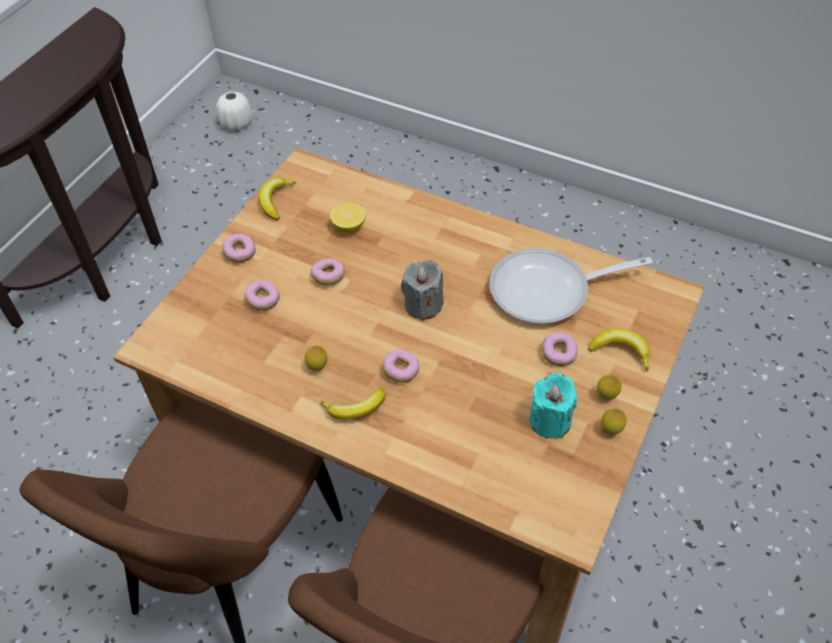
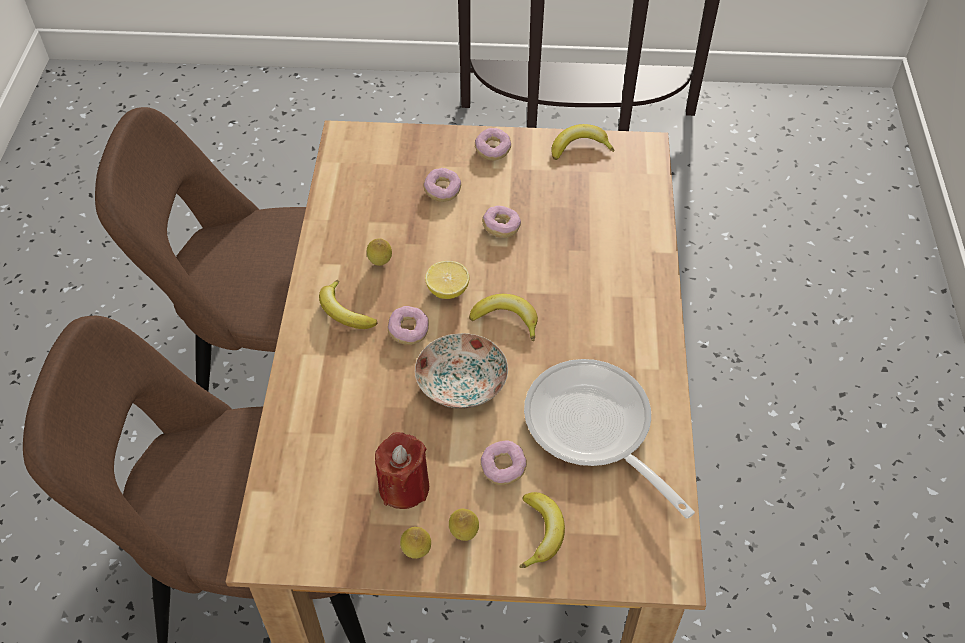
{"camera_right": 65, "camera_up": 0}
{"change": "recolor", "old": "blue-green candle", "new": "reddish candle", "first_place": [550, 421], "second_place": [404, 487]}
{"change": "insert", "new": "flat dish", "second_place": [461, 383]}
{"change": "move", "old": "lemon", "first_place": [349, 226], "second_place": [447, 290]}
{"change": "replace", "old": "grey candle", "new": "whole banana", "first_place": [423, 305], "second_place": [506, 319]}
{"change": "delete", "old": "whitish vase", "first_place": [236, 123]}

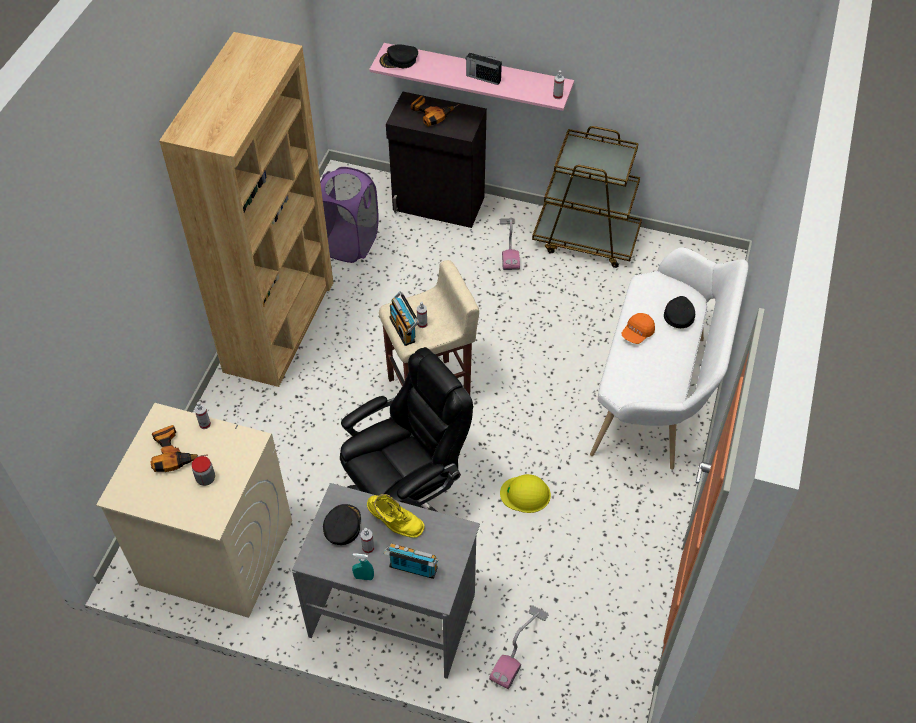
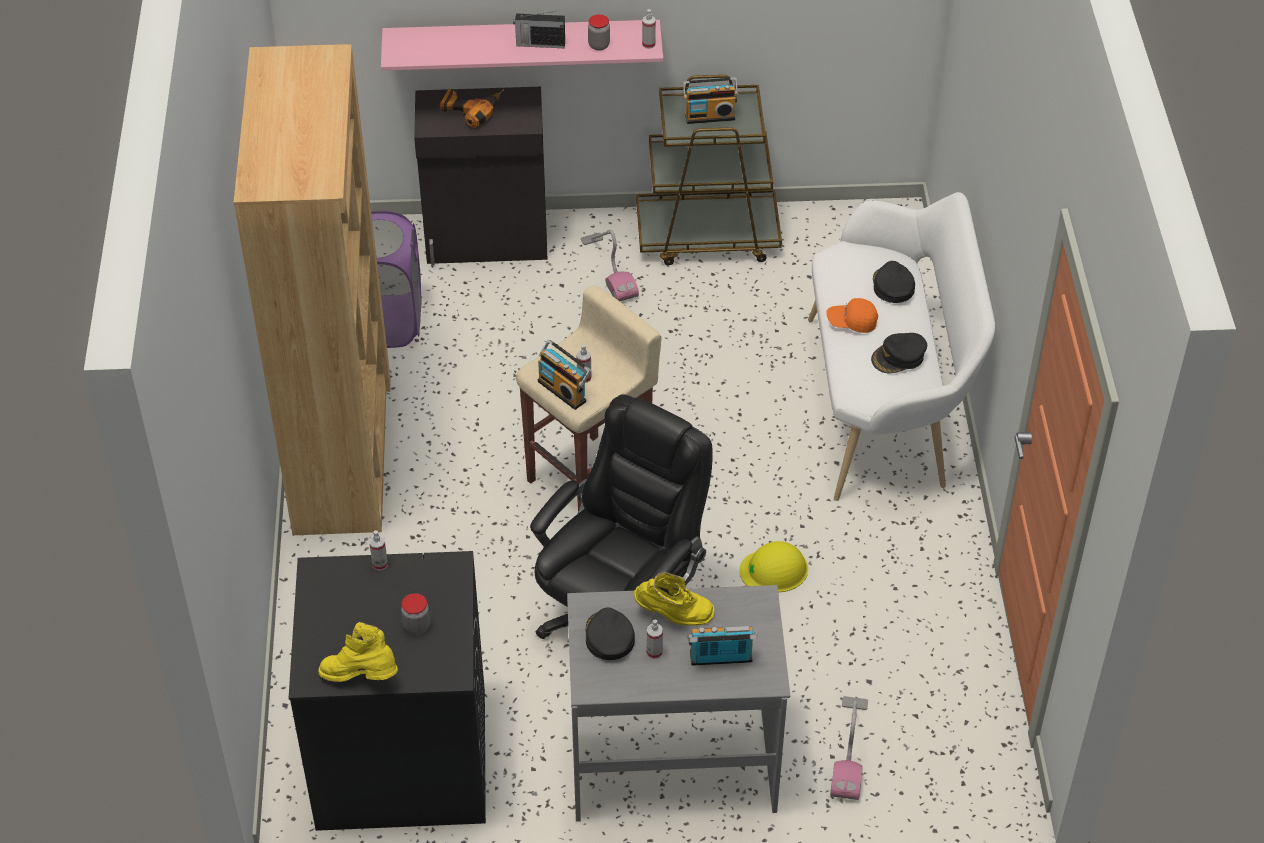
{"camera_right": -20, "camera_up": -5}
{"change": "recolor", "old": "beige-coloured washing machine", "new": "black washing machine", "first_place": [215, 553], "second_place": [400, 760]}
{"change": "insert", "new": "yellow boot", "second_place": [361, 677]}
{"change": "insert", "new": "jar", "second_place": [599, 45]}
{"change": "insert", "new": "radio receiver", "second_place": [709, 116]}
{"change": "rotate", "old": "orange baseball cap", "first_place": [637, 333], "second_place": [852, 322], "degrees": 75}
{"change": "move", "old": "black baseball cap", "first_place": [399, 60], "second_place": [899, 357]}
{"change": "delete", "old": "electric drill", "first_place": [175, 451]}
{"change": "delete", "old": "blue-green hand sprayer", "first_place": [364, 577]}

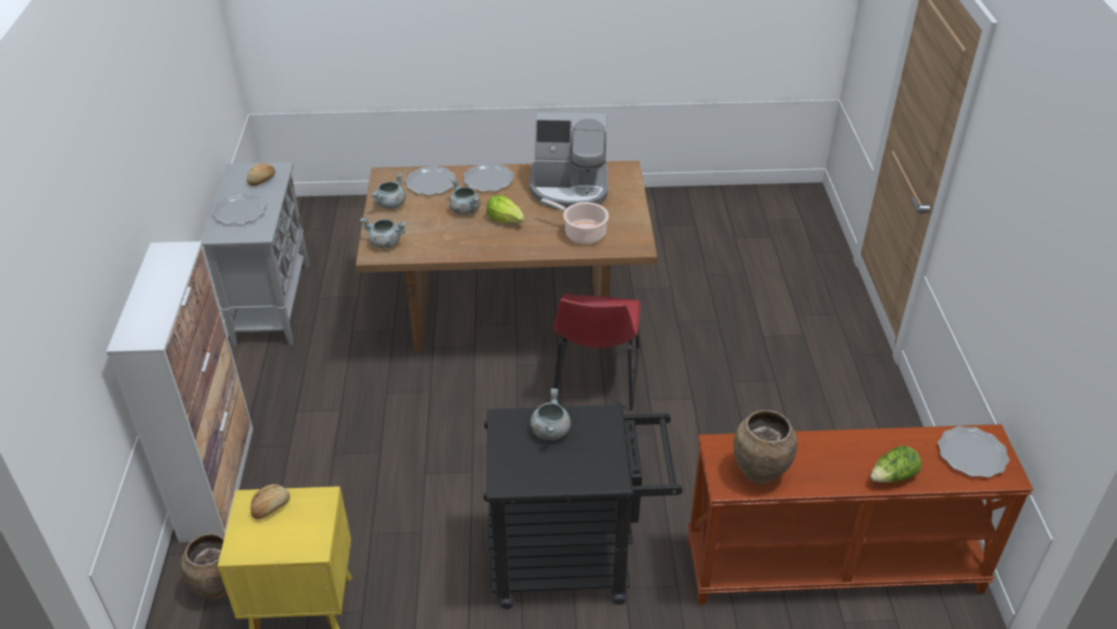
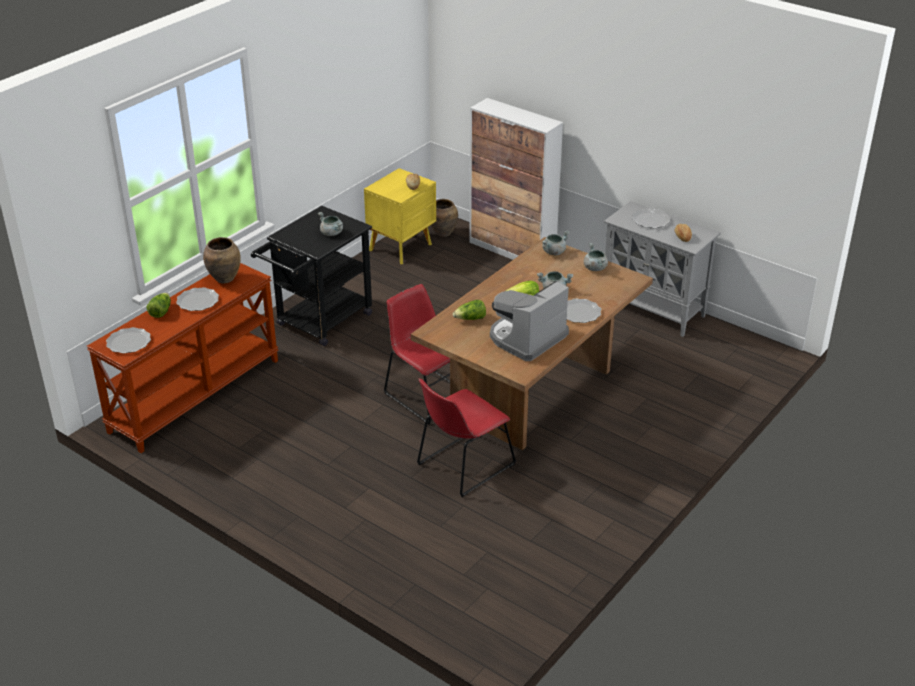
{"camera_right": 130, "camera_up": -5}
{"change": "move", "old": "flat dish", "first_place": [431, 183], "second_place": [197, 301]}
{"change": "insert", "new": "reddish plain chair", "second_place": [462, 466]}
{"change": "replace", "old": "saucepot", "new": "lettuce head", "first_place": [582, 233], "second_place": [470, 319]}

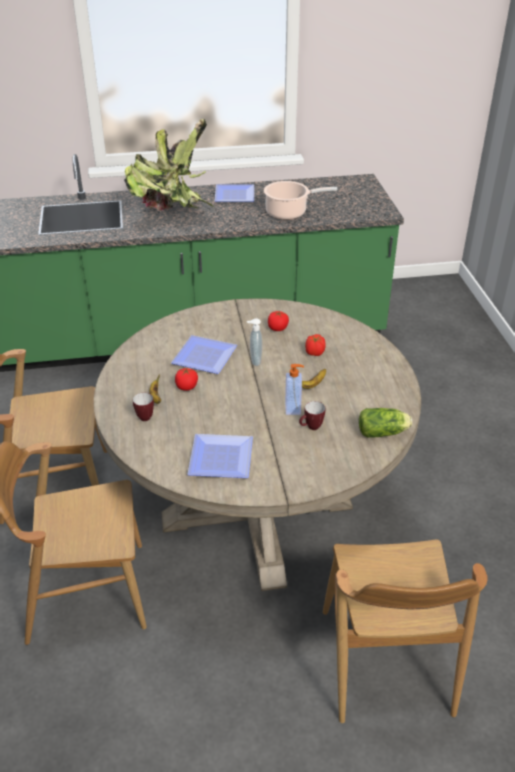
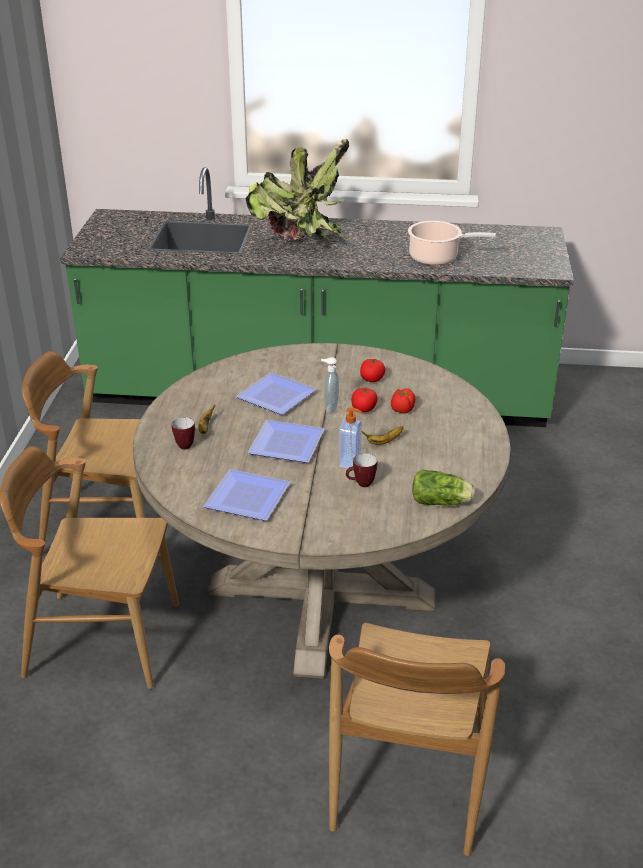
{"camera_right": 15, "camera_up": -5}
{"change": "move", "old": "flat dish", "first_place": [233, 196], "second_place": [283, 445]}
{"change": "move", "old": "fresh tomato", "first_place": [186, 386], "second_place": [363, 409]}

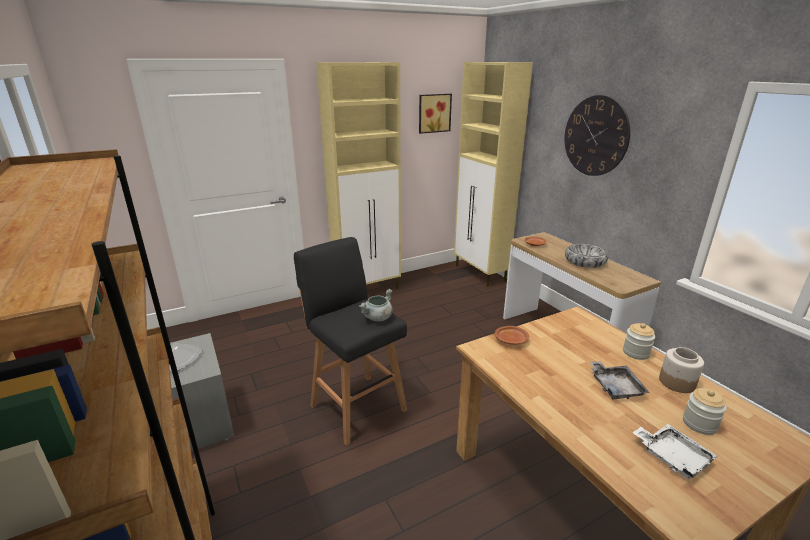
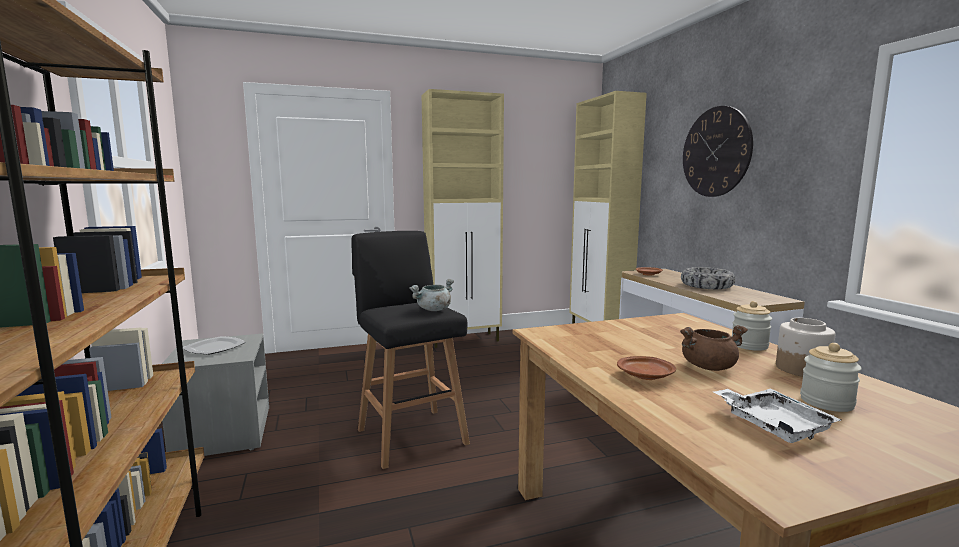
{"camera_right": 10, "camera_up": -15}
{"change": "move", "old": "brownish flat dish", "first_place": [511, 340], "second_place": [646, 376]}
{"change": "replace", "old": "grey carrying tray", "new": "brownish saucepot", "first_place": [615, 386], "second_place": [708, 367]}
{"change": "delete", "old": "wall art", "first_place": [434, 113]}

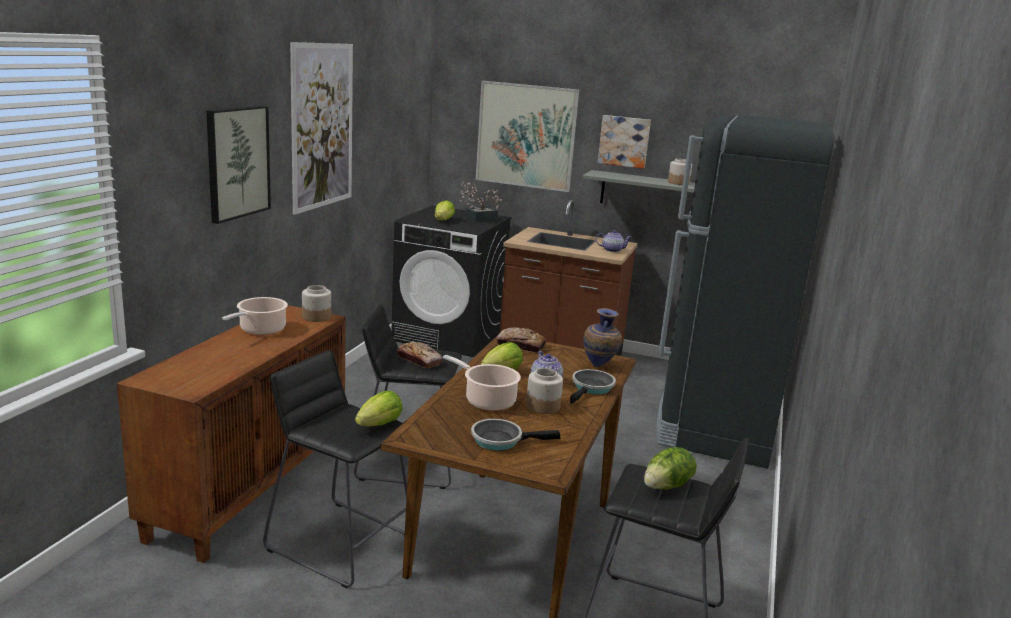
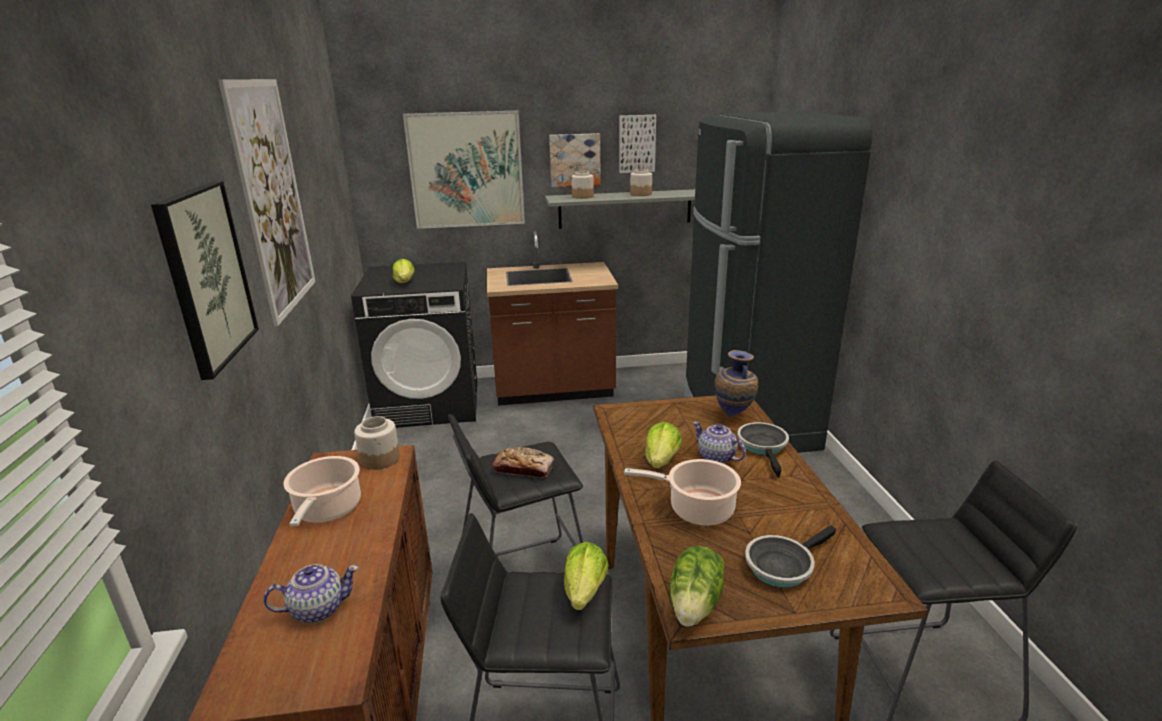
{"camera_right": -25, "camera_up": 5}
{"change": "move", "old": "teapot", "first_place": [612, 250], "second_place": [317, 609]}
{"change": "move", "old": "jar", "first_place": [543, 406], "second_place": [582, 196]}
{"change": "insert", "new": "wall art", "second_place": [636, 143]}
{"change": "move", "old": "lettuce head", "first_place": [668, 486], "second_place": [696, 604]}
{"change": "delete", "old": "houseplant", "first_place": [478, 219]}
{"change": "delete", "old": "bakery bread", "first_place": [520, 345]}

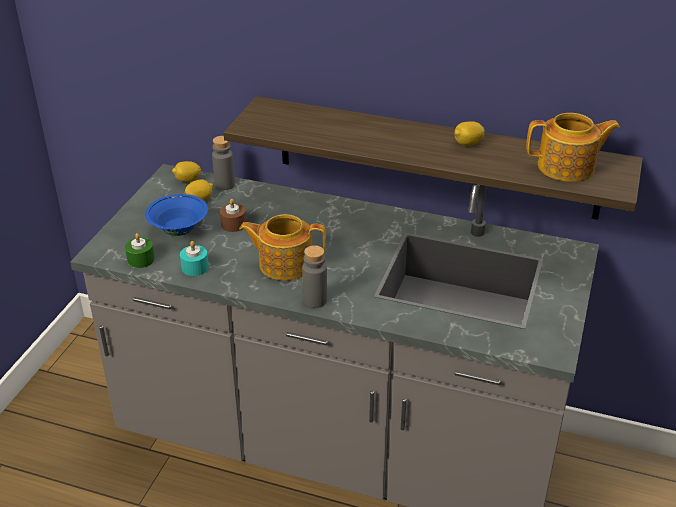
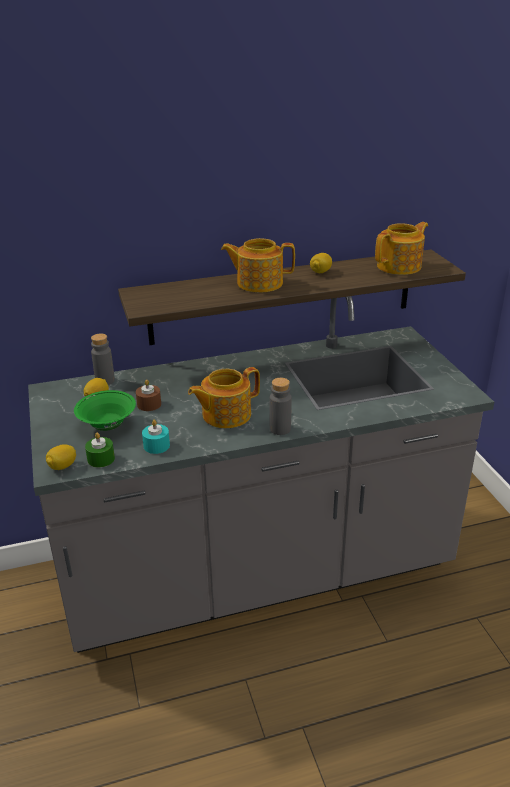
{"camera_right": -35, "camera_up": -5}
{"change": "move", "old": "lemon", "first_place": [187, 180], "second_place": [62, 466]}
{"change": "recolor", "old": "blue serving bowl", "new": "greenish serving bowl", "first_place": [179, 230], "second_place": [108, 426]}
{"change": "insert", "new": "teapot", "second_place": [258, 283]}

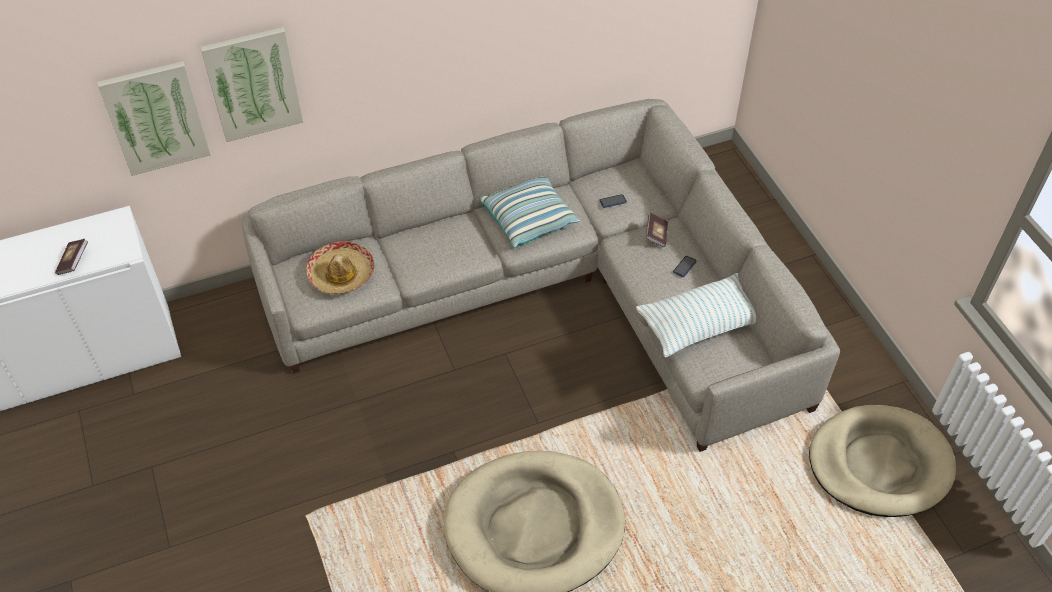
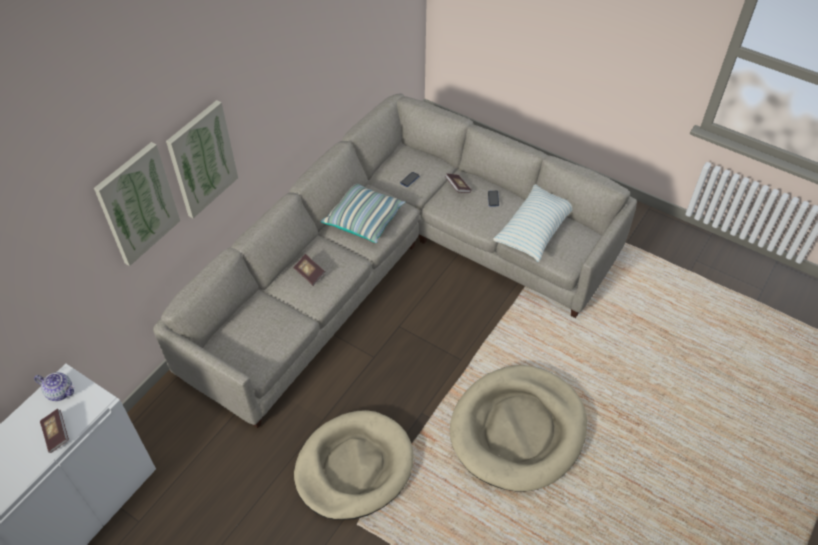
{"camera_right": -35, "camera_up": 0}
{"change": "insert", "new": "teapot", "second_place": [60, 391]}
{"change": "move", "old": "wall art", "first_place": [155, 117], "second_place": [202, 159]}
{"change": "insert", "new": "bound book", "second_place": [309, 274]}
{"change": "move", "old": "beige-coloured pet bed", "first_place": [879, 464], "second_place": [354, 467]}
{"change": "delete", "old": "clothing hat", "first_place": [341, 274]}

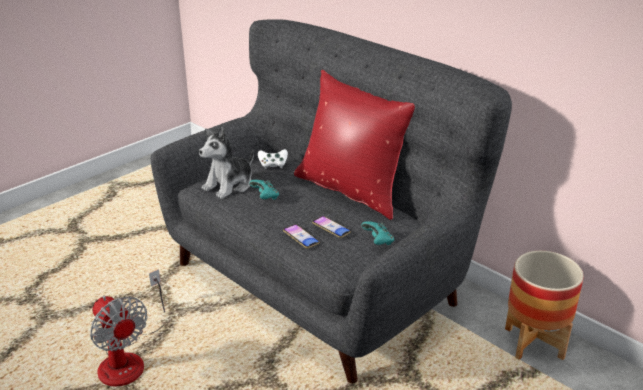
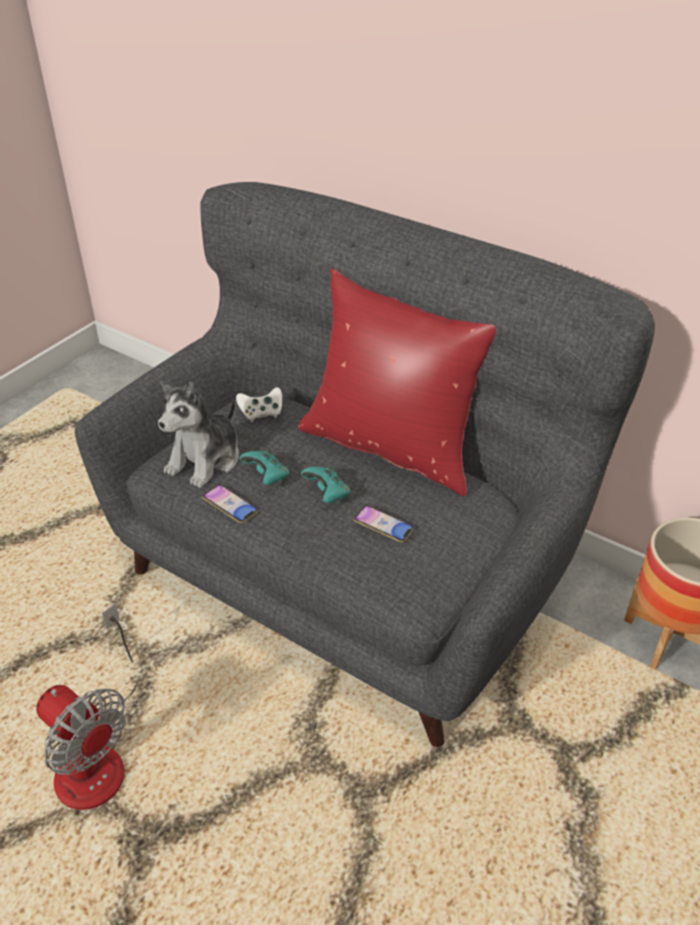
{"camera_right": -10, "camera_up": 10}
{"change": "move", "old": "telephone", "first_place": [301, 238], "second_place": [230, 506]}
{"change": "move", "old": "blue-green gamepad", "first_place": [378, 241], "second_place": [327, 494]}

